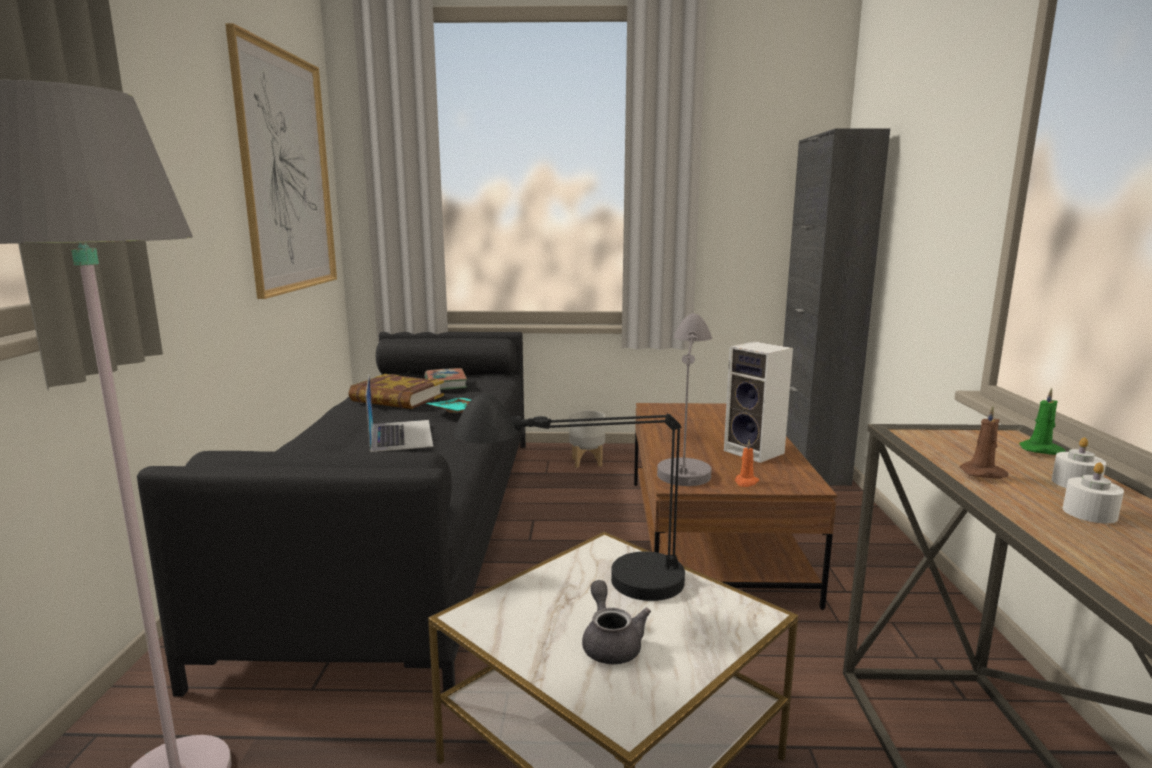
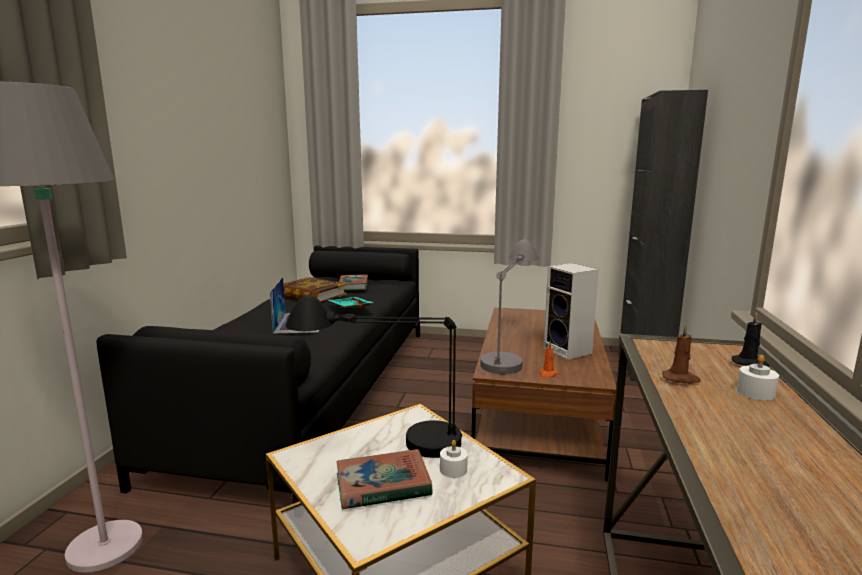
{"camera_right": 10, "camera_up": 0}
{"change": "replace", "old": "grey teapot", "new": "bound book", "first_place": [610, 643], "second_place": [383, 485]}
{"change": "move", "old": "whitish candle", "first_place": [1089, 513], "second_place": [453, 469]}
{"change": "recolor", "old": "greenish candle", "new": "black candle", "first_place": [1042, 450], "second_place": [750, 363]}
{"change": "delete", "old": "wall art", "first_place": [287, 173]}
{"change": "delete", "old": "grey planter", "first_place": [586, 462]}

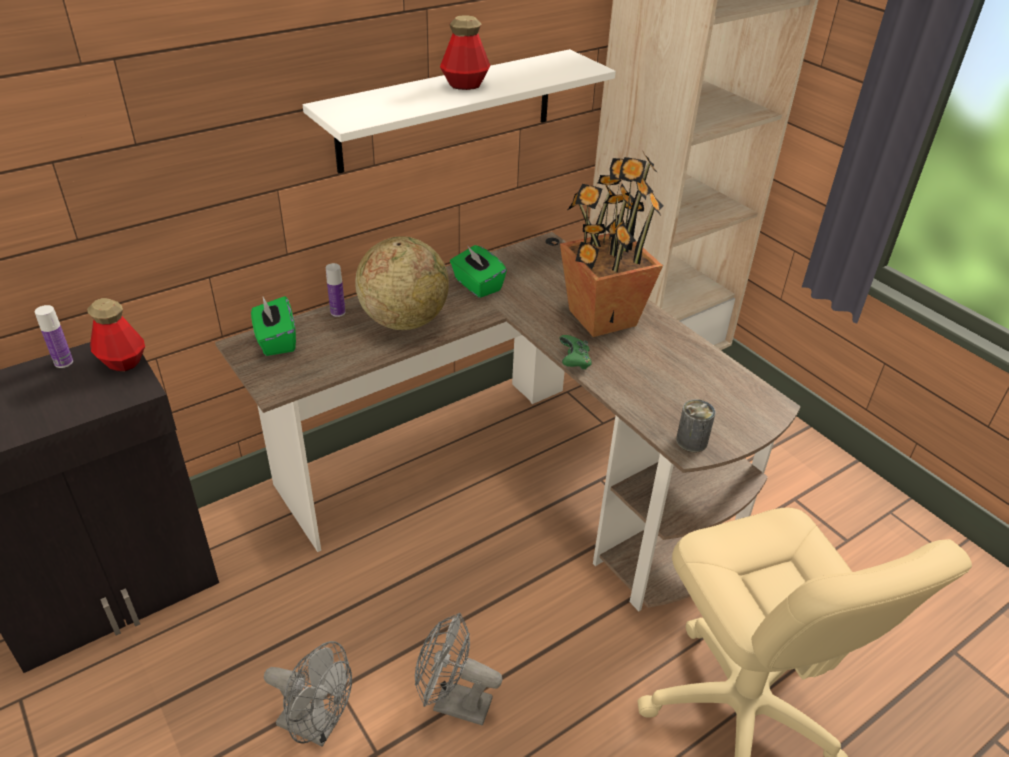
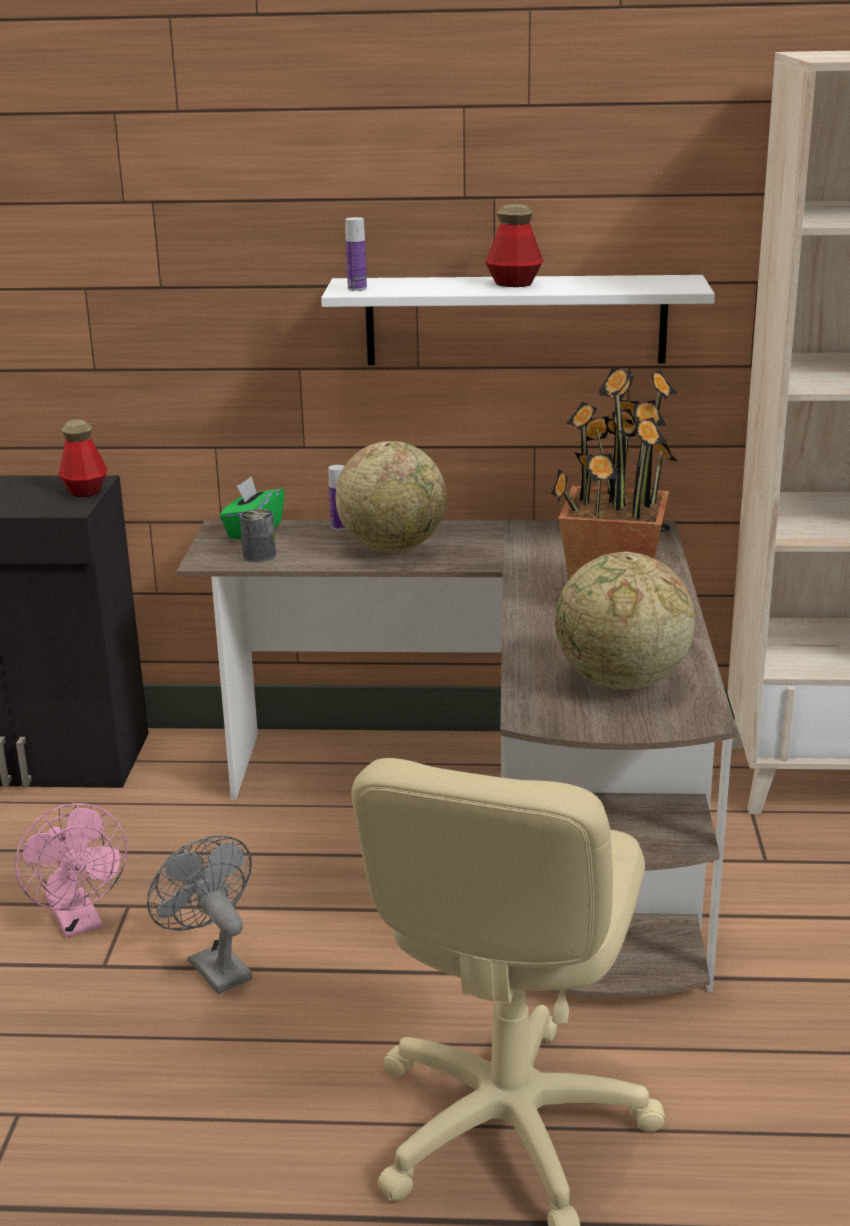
{"camera_right": 40, "camera_up": -15}
{"change": "recolor", "old": "grey cooling fan", "new": "pink-coloured cooling fan", "first_place": [317, 726], "second_place": [79, 922]}
{"change": "move", "old": "sealed can", "first_place": [691, 441], "second_place": [259, 556]}
{"change": "move", "old": "beverage bottle", "first_place": [63, 362], "second_place": [357, 289]}
{"change": "insert", "new": "desk globe", "second_place": [621, 682]}
{"change": "delete", "old": "greenish tissue holder", "first_place": [477, 285]}
{"change": "delete", "old": "greenish gamepad", "first_place": [574, 362]}

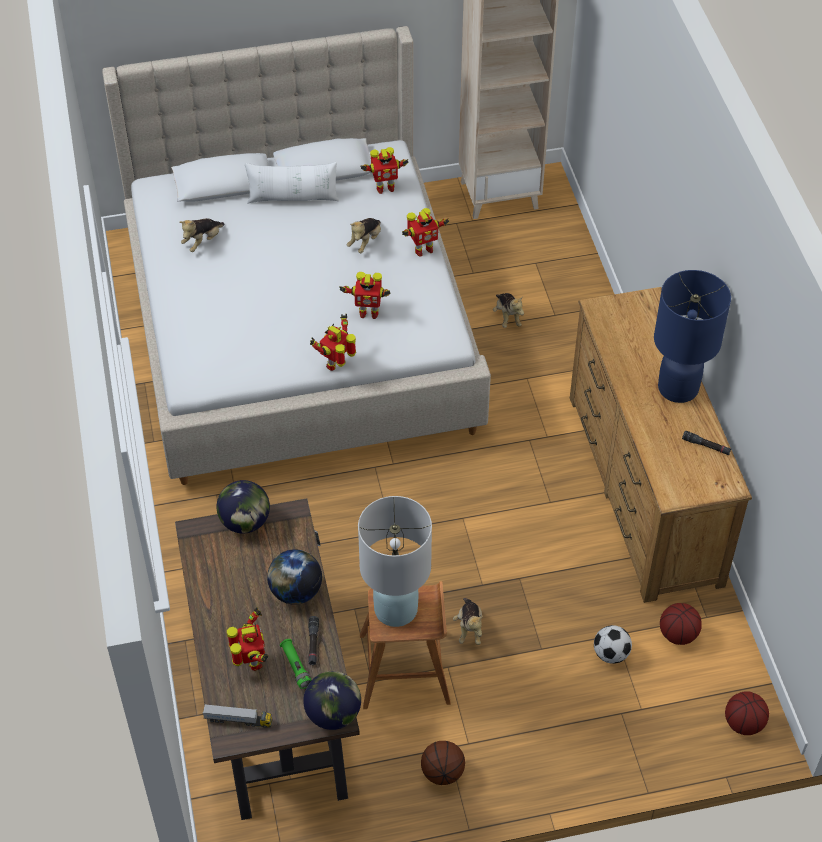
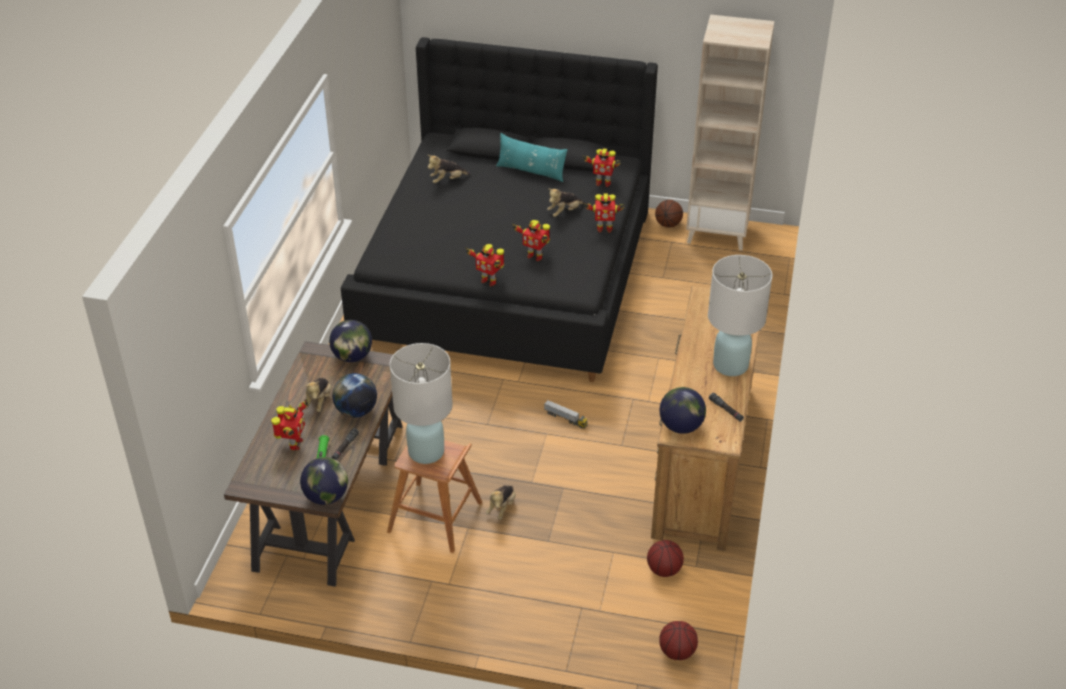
{"camera_right": 25, "camera_up": -10}
{"change": "move", "old": "plush toy", "first_place": [507, 316], "second_place": [319, 401]}
{"change": "recolor", "old": "beige-coloured bed", "new": "black bed", "first_place": [300, 329], "second_place": [508, 276]}
{"change": "rotate", "old": "toy robot", "first_place": [336, 364], "second_place": [488, 281], "degrees": -120}
{"change": "recolor", "old": "whitish cushion", "new": "blue-green cushion", "first_place": [293, 198], "second_place": [531, 171]}
{"change": "move", "old": "toy lorry", "first_place": [238, 720], "second_place": [565, 419]}
{"change": "move", "old": "basketball ball", "first_place": [442, 772], "second_place": [668, 224]}
{"change": "insert", "new": "desk globe", "second_place": [681, 426]}
{"change": "recolor", "old": "blue tabletop lamp", "new": "whitish tabletop lamp", "first_place": [678, 388], "second_place": [730, 365]}
{"change": "delete", "old": "football ball", "first_place": [611, 654]}

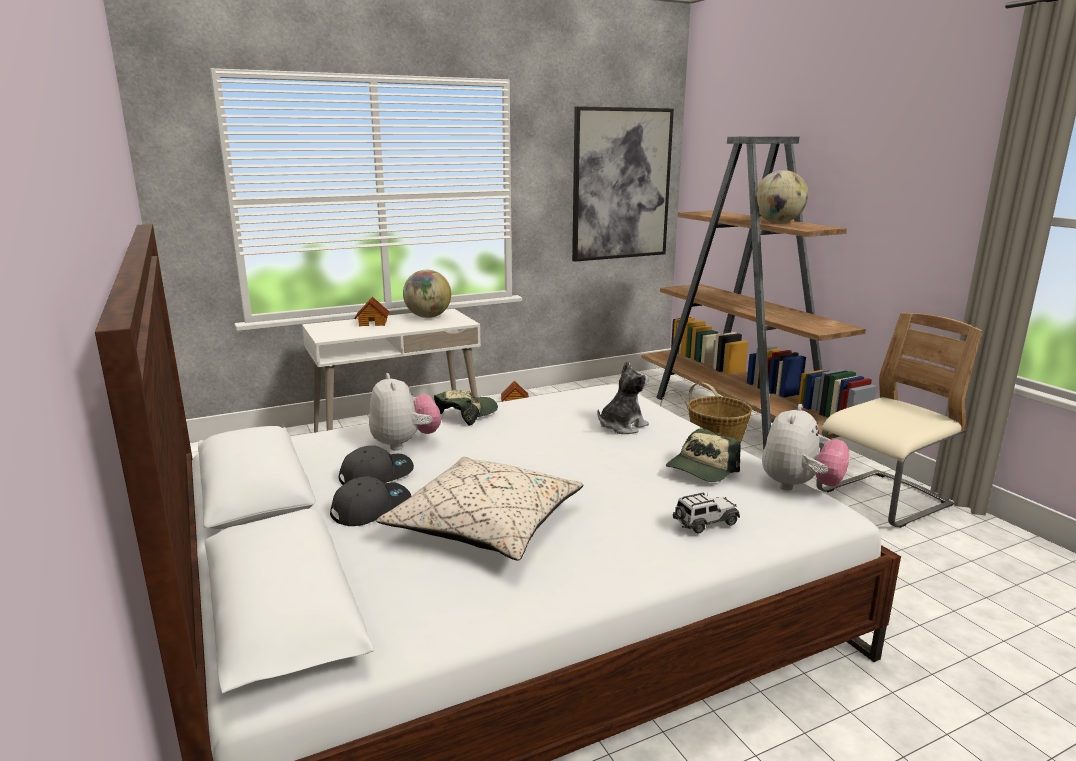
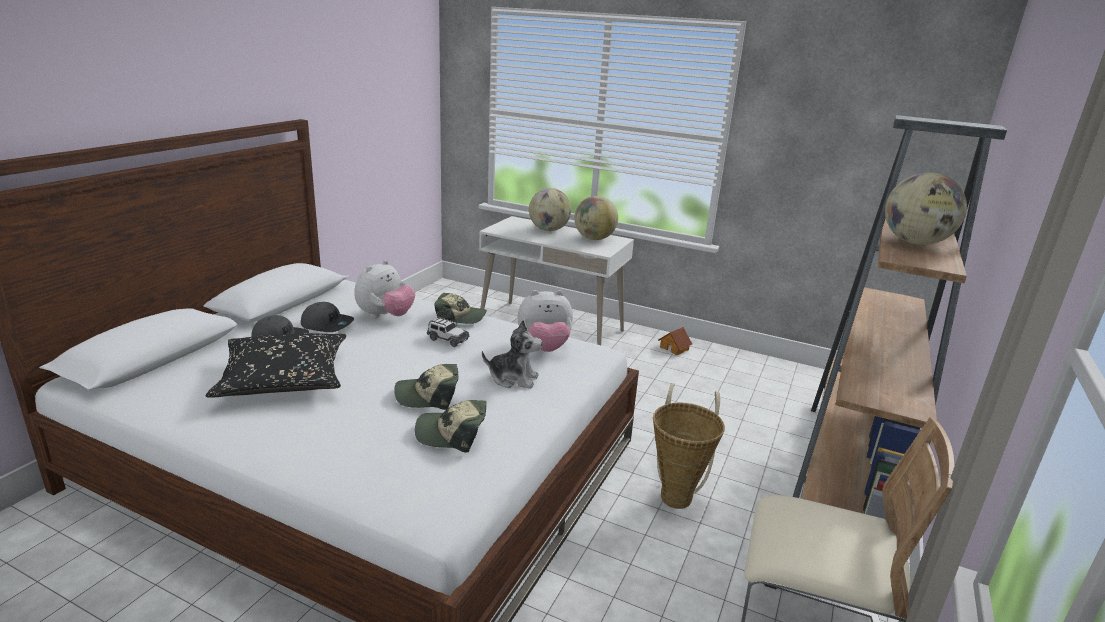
{"camera_right": 50, "camera_up": 5}
{"change": "recolor", "old": "beige-coloured cushion", "new": "black cushion", "first_place": [487, 525], "second_place": [284, 380]}
{"change": "insert", "new": "baseball cap", "second_place": [428, 395]}
{"change": "move", "old": "toy car", "first_place": [705, 522], "second_place": [447, 339]}
{"change": "move", "old": "plush toy", "first_place": [799, 486], "second_place": [544, 347]}
{"change": "replace", "old": "miniature house", "new": "desk globe", "first_place": [373, 323], "second_place": [549, 230]}
{"change": "delete", "old": "wall art", "first_place": [621, 184]}

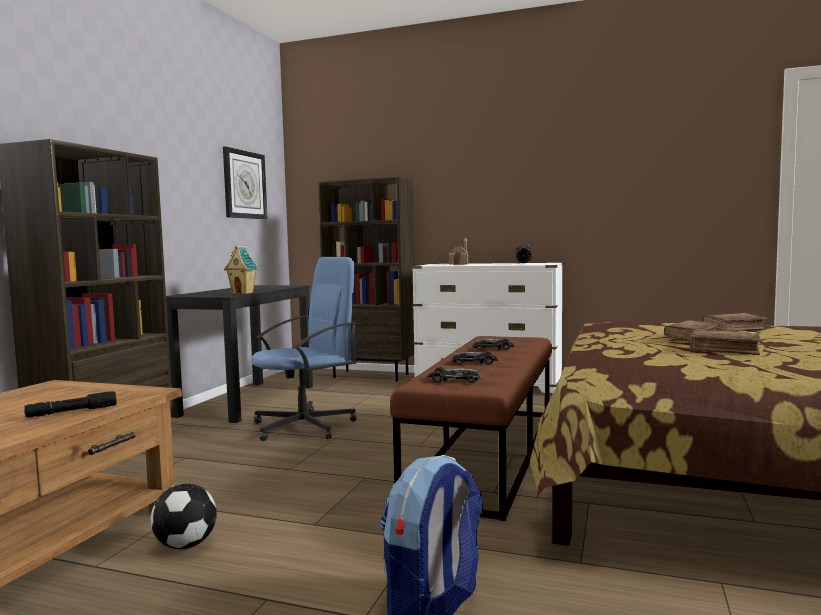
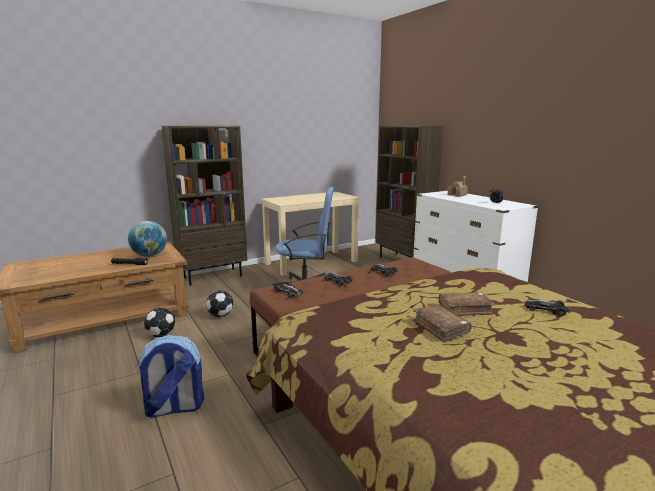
{"camera_right": 40, "camera_up": 10}
{"change": "insert", "new": "desk globe", "second_place": [150, 255]}
{"change": "insert", "new": "football ball", "second_place": [220, 315]}
{"change": "recolor", "old": "black desk table", "new": "beige-coloured desk table", "first_place": [248, 400], "second_place": [311, 262]}
{"change": "replace", "old": "brownish bound book", "new": "toy car", "first_place": [733, 329], "second_place": [546, 309]}
{"change": "delete", "old": "wall clock", "first_place": [244, 185]}
{"change": "delete", "old": "miniature house", "first_place": [243, 293]}

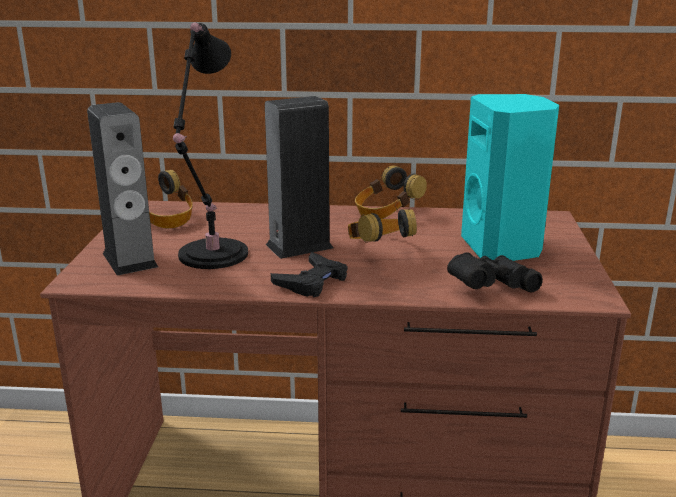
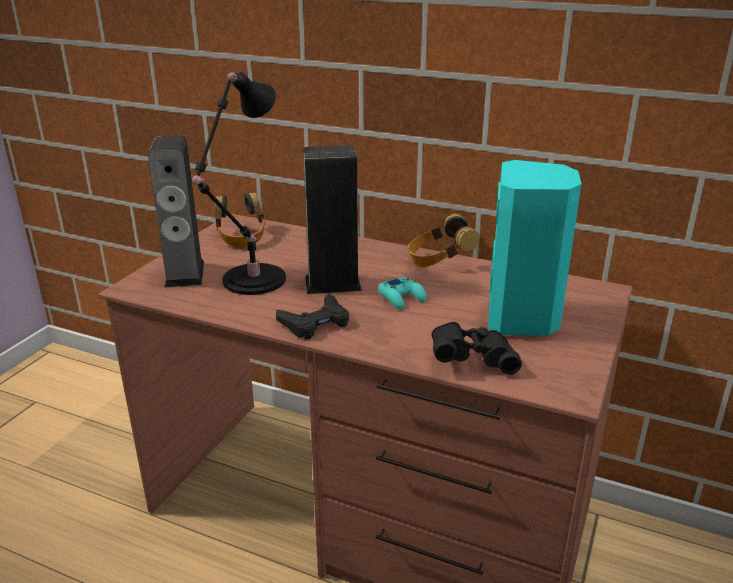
{"camera_right": 20, "camera_up": 5}
{"change": "replace", "old": "pair of headphones", "new": "blue-green gamepad", "first_place": [378, 248], "second_place": [402, 298]}

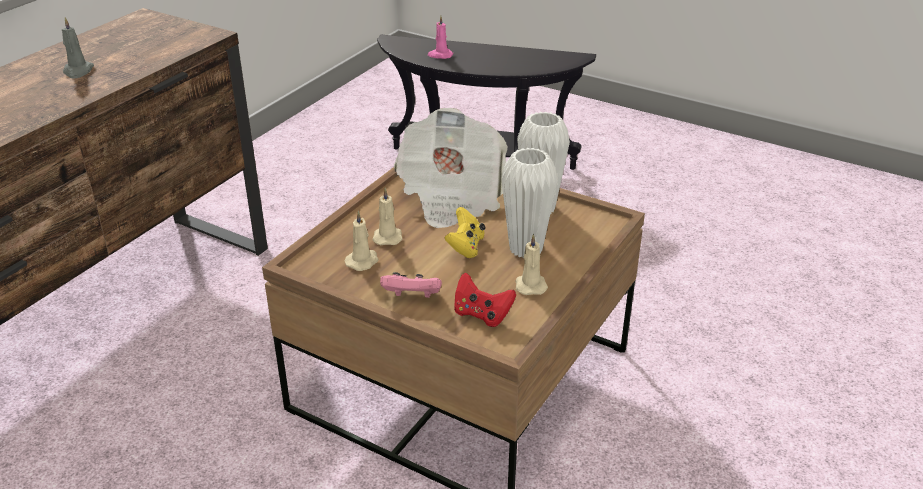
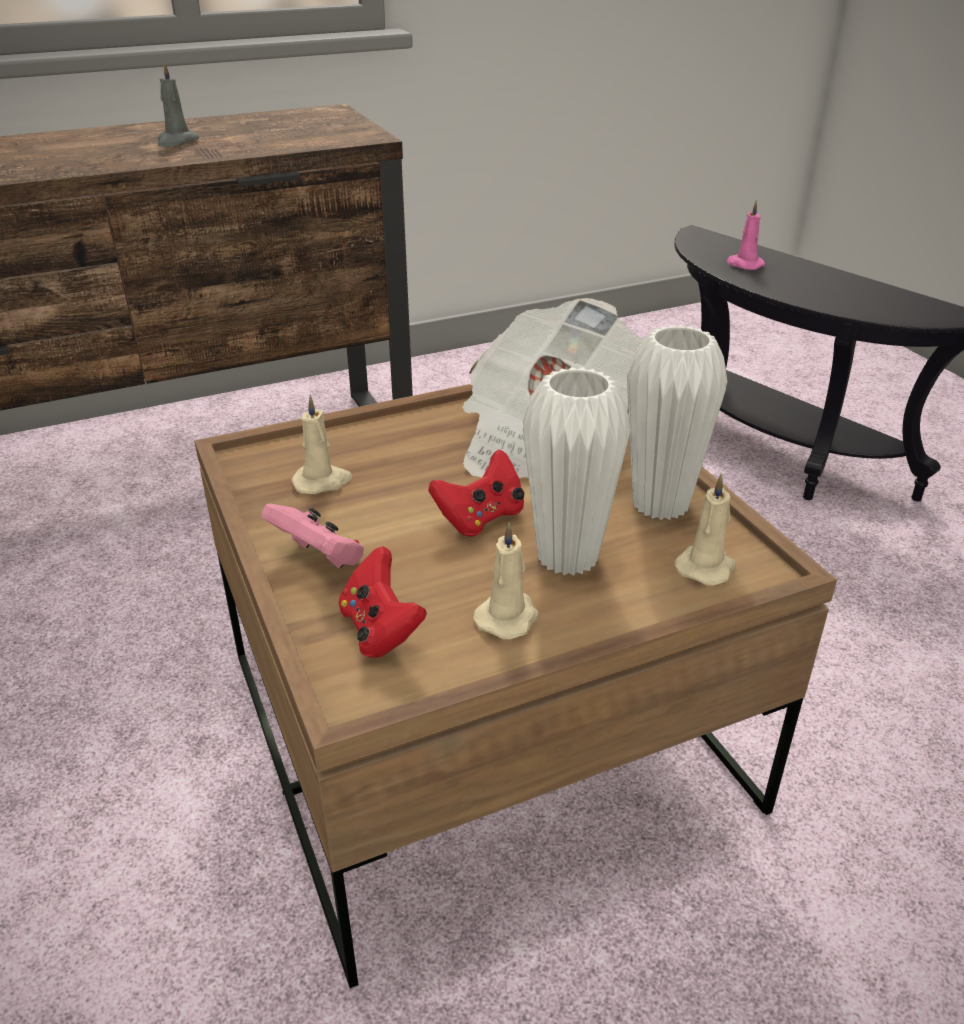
{"camera_right": 35, "camera_up": 0}
{"change": "recolor", "old": "yellow gamepad", "new": "reddish gamepad", "first_place": [465, 247], "second_place": [481, 518]}
{"change": "move", "old": "beige-coloured candle", "first_place": [387, 237], "second_place": [706, 566]}

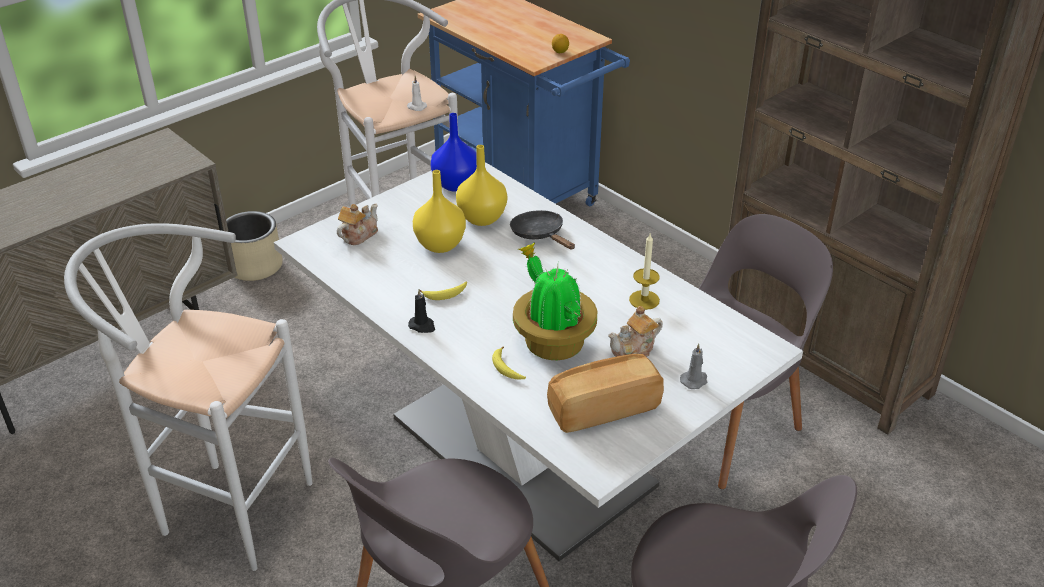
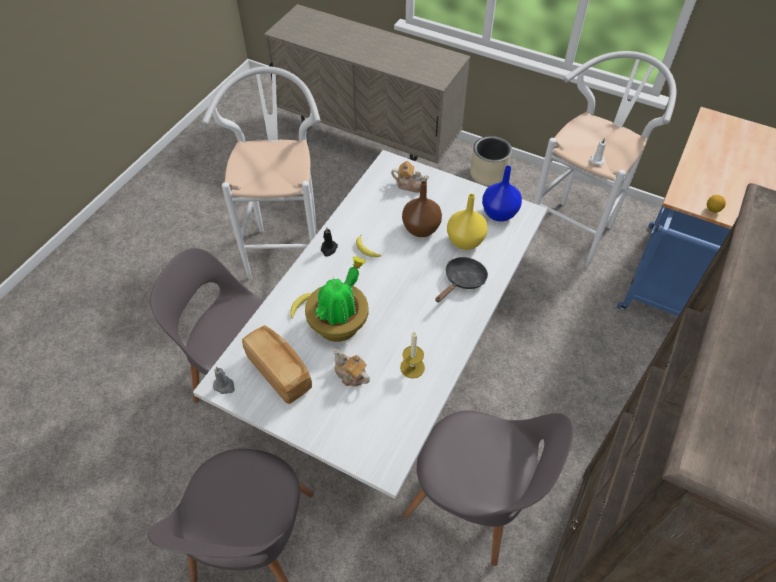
{"camera_right": 70, "camera_up": 15}
{"change": "move", "old": "grey candle", "first_place": [694, 380], "second_place": [224, 386]}
{"change": "recolor", "old": "yellow vase", "new": "brownish vase", "first_place": [439, 245], "second_place": [420, 228]}

